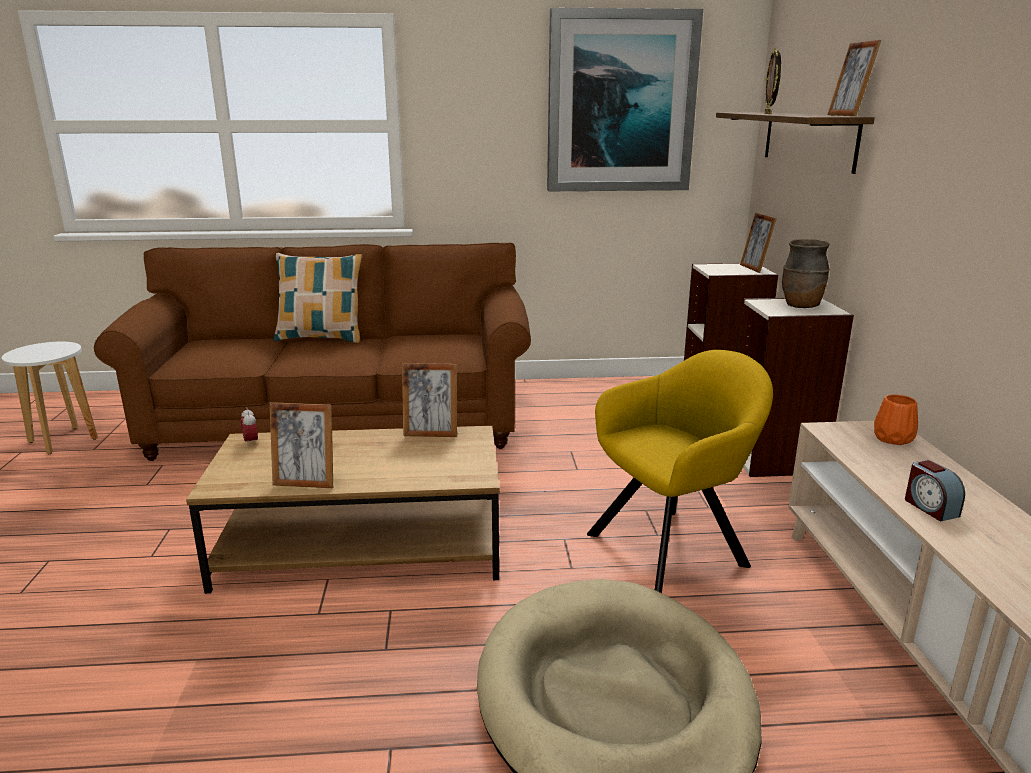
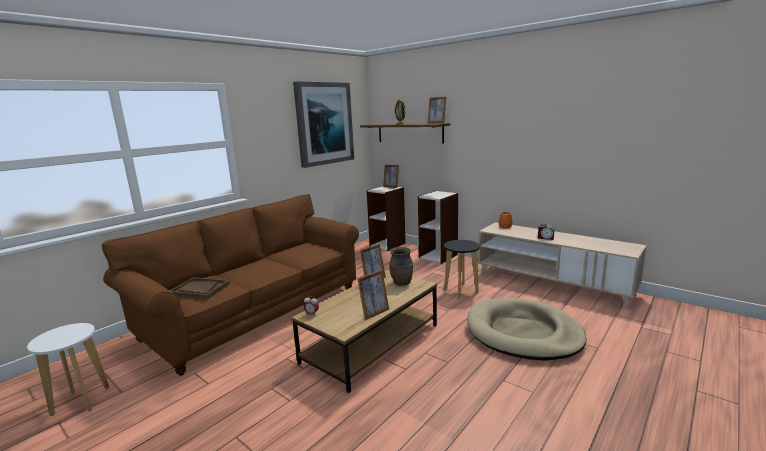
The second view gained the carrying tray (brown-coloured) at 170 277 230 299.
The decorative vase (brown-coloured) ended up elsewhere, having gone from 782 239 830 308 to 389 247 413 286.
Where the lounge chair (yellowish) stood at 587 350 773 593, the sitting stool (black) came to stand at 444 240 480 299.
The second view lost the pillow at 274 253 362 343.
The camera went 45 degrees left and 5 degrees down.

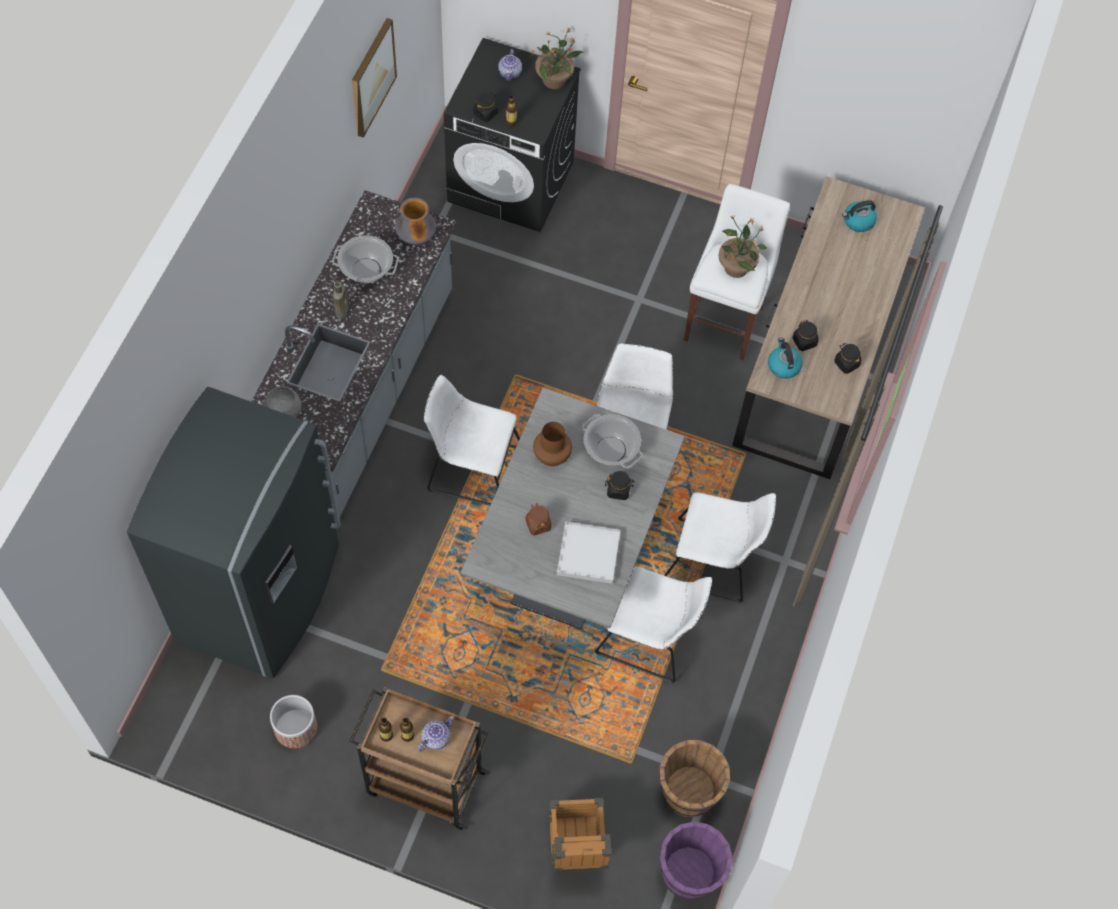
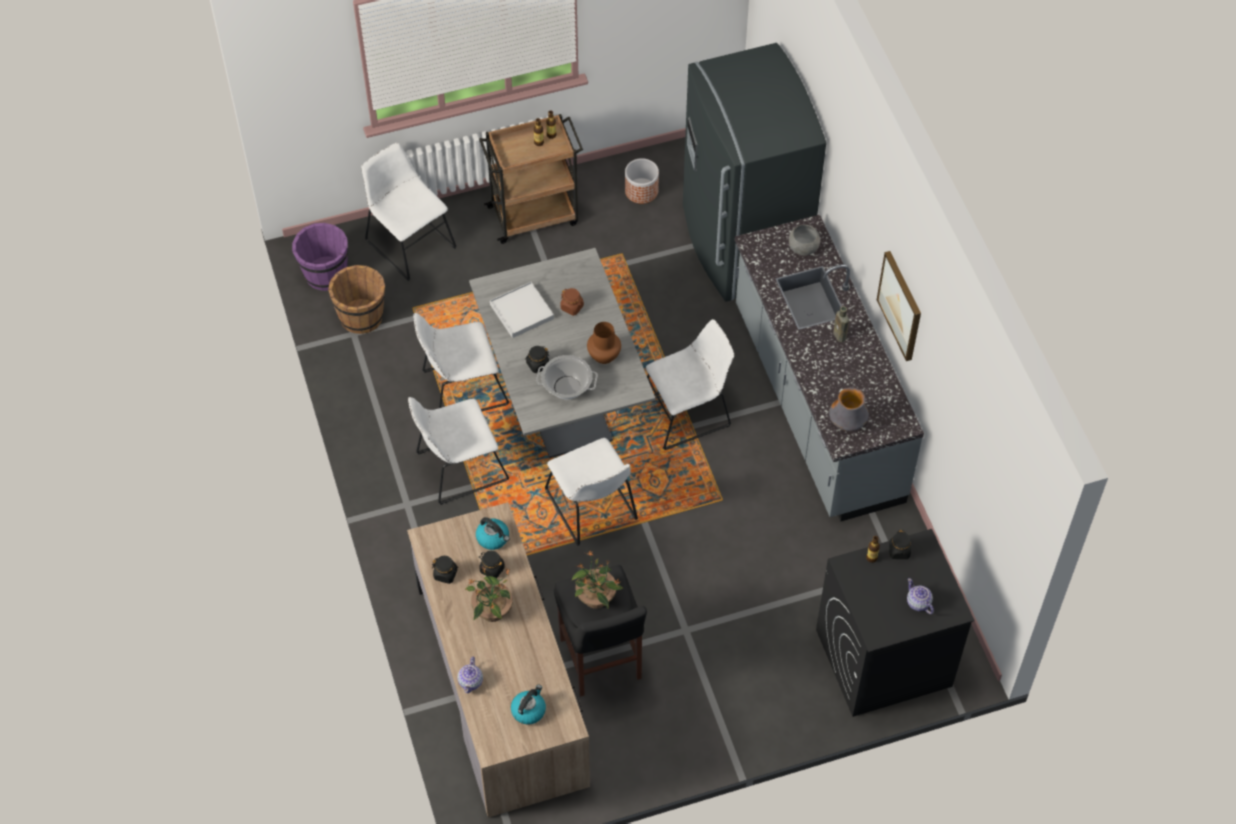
Where the crate stood at 548 798 612 871, the chair (white) came to stand at 361 143 457 281.
The tea pot ended up elsewhere, having gone from 417 716 454 752 to 458 657 483 693.
The plant in a pot ended up elsewhere, having gone from 529 27 584 89 to 465 566 513 622.
What was the sitting stool (white) at 684 184 790 360 turned into the sitting stool (black) at 554 565 647 697.
The wall picture ended up elsewhere, having gone from 352 18 397 138 to 877 251 921 361.
The second view lost the stockpot at 332 235 399 283.
The camera went 145 degrees right and 5 degrees down.

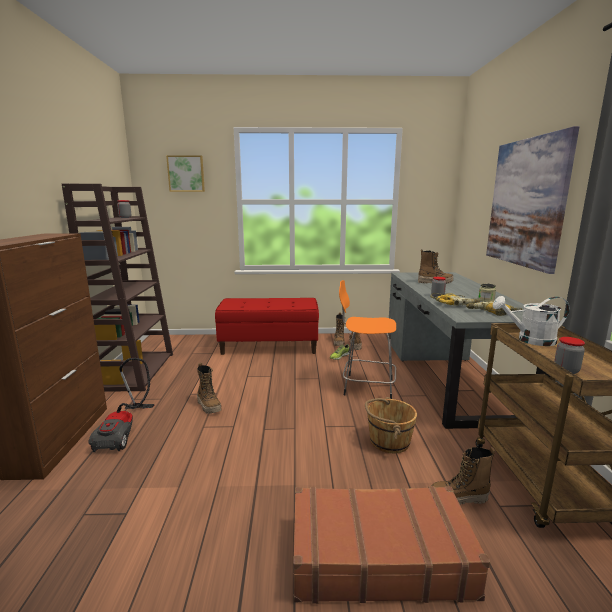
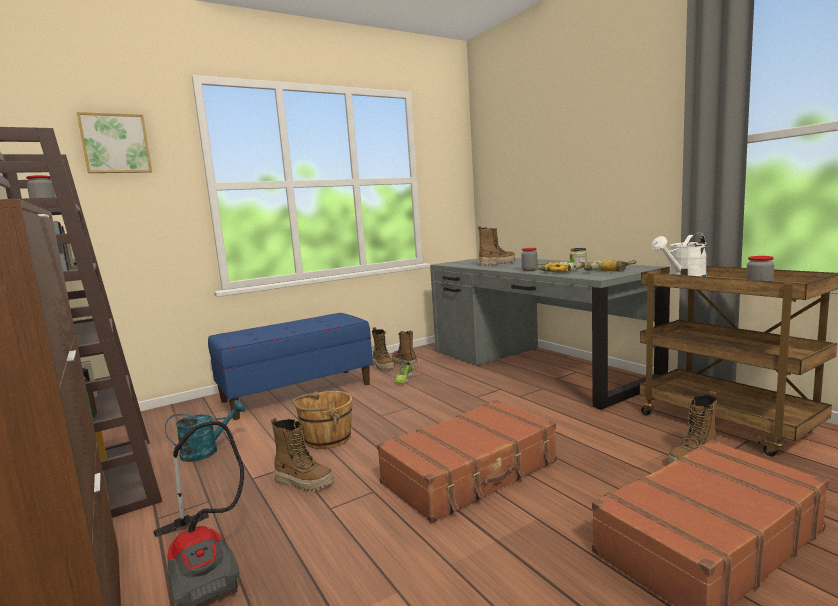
The second view gained the watering pot (blue-green) at 165 400 245 462.
What was the long seat (reddish) at 215 298 319 355 turned into the long seat (blue-coloured) at 208 313 373 420.
The water bucket (brown-coloured) ended up elsewhere, having gone from 365 397 417 453 to 292 391 353 449.
The second view gained the suitcase (brown-coloured) at 377 400 557 523.
The second view lost the sitting stool (orangey) at 339 280 396 399.
The second view lost the wall picture at 486 126 579 274.
The camera went 30 degrees left and 5 degrees down.

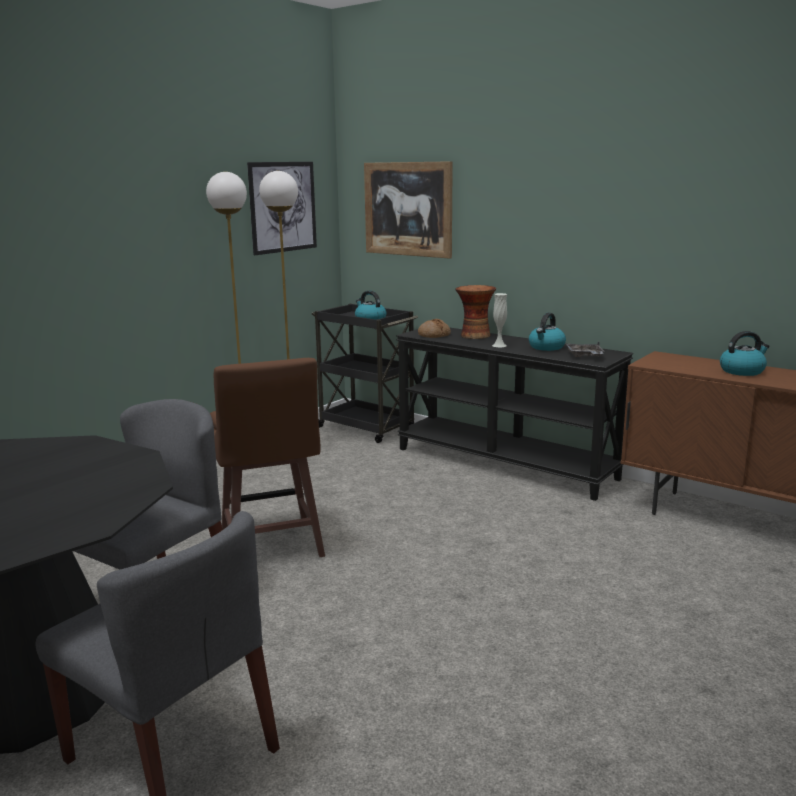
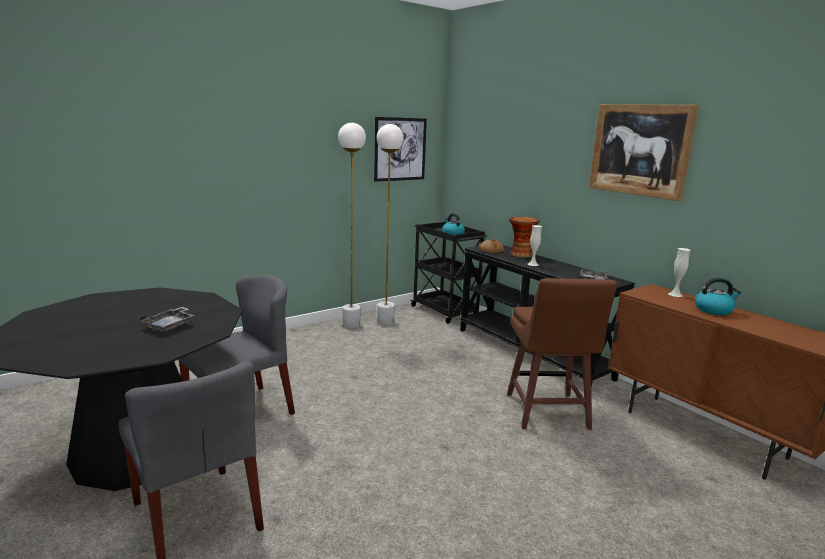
The second view gained the carrying tray (gray) at 140 307 195 331.
The sitting stool (brown-coloured) ended up elsewhere, having gone from 210 358 325 557 to 507 278 617 430.
The wall picture ended up elsewhere, having gone from 364 161 453 259 to 589 104 699 201.
The second view gained the decorative vase (white) at 669 248 691 297.
The second view lost the water kettle at 529 313 566 351.
The camera went 15 degrees right and 0 degrees up.

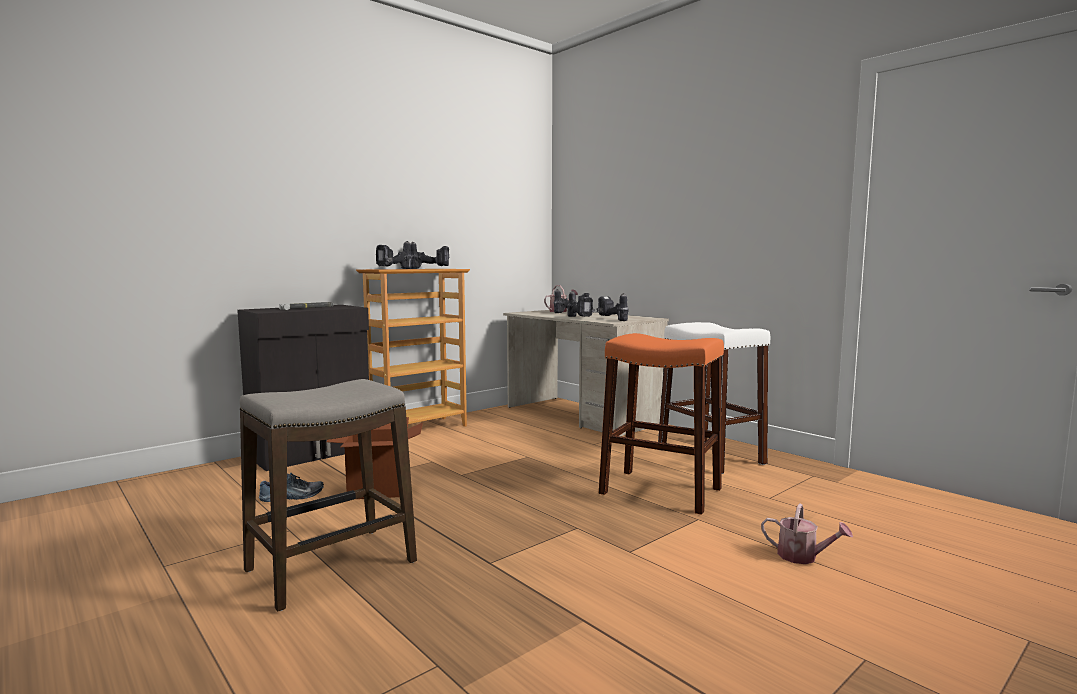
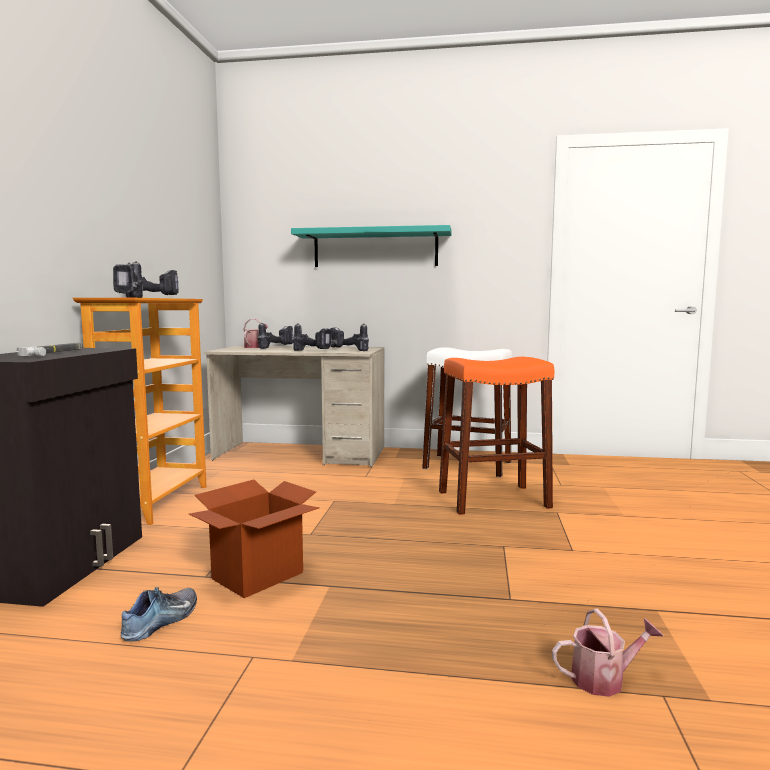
The second view gained the wall shelf (blue-green) at 291 225 452 267.
The watering pot ended up elsewhere, having gone from 761 503 853 564 to 552 609 664 697.
The second view lost the sitting stool at 240 379 417 611.
The camera went 40 degrees left and 0 degrees up.

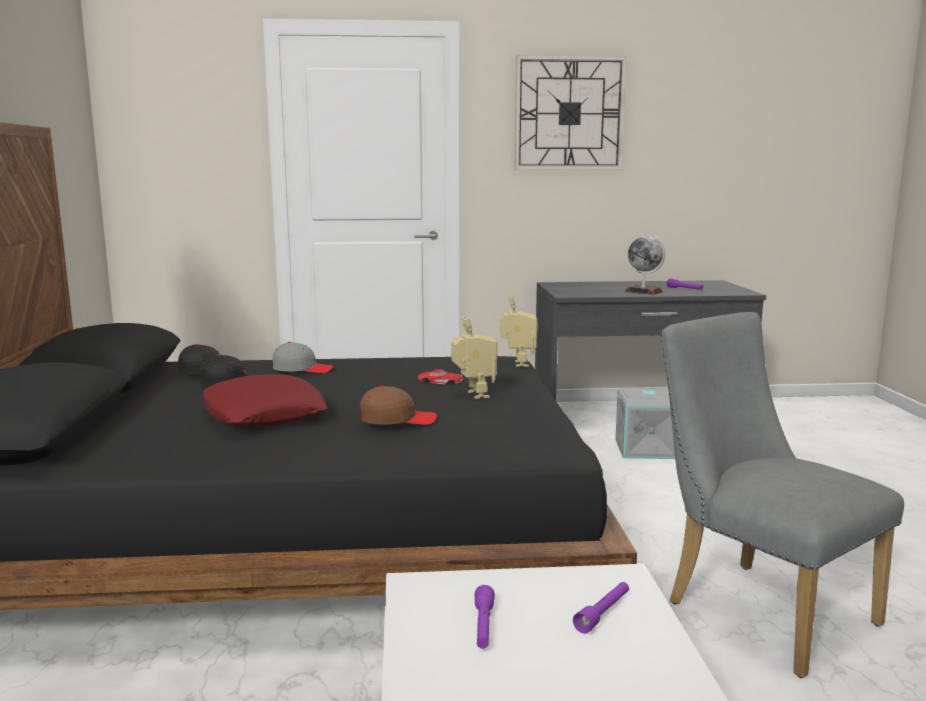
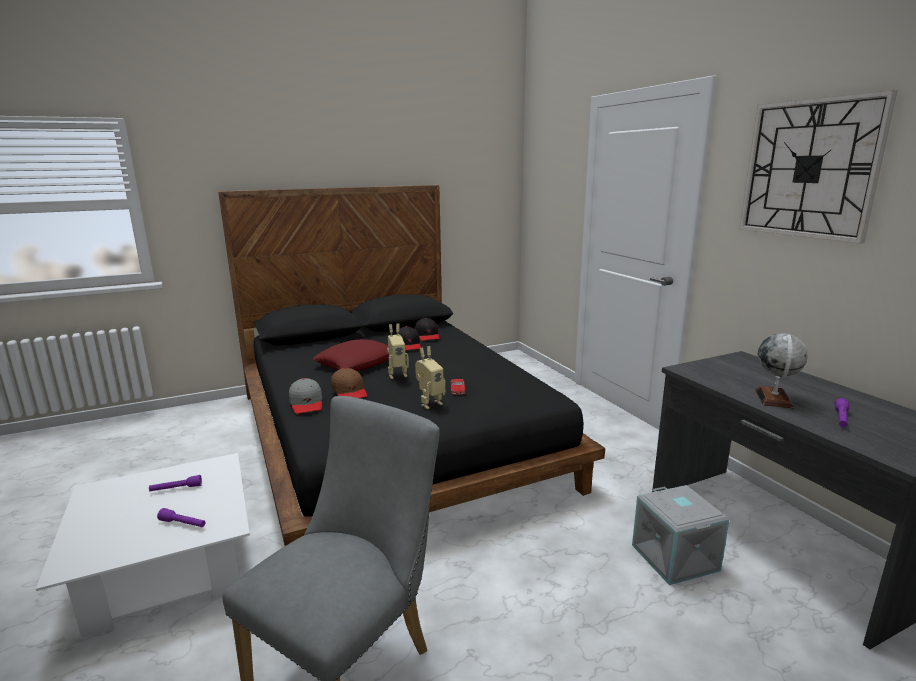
The baseball cap (gray) ended up elsewhere, having gone from 272 342 333 373 to 289 378 322 414.
The model robot ended up elsewhere, having gone from 499 296 537 367 to 387 324 409 379.
The camera went 70 degrees right and 5 degrees up.

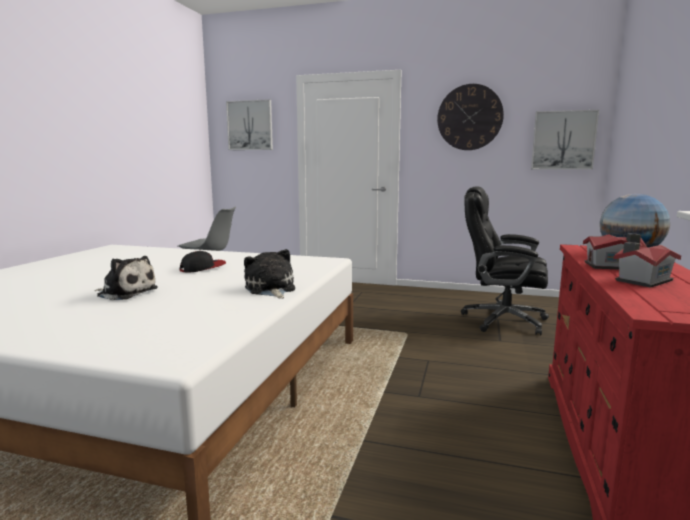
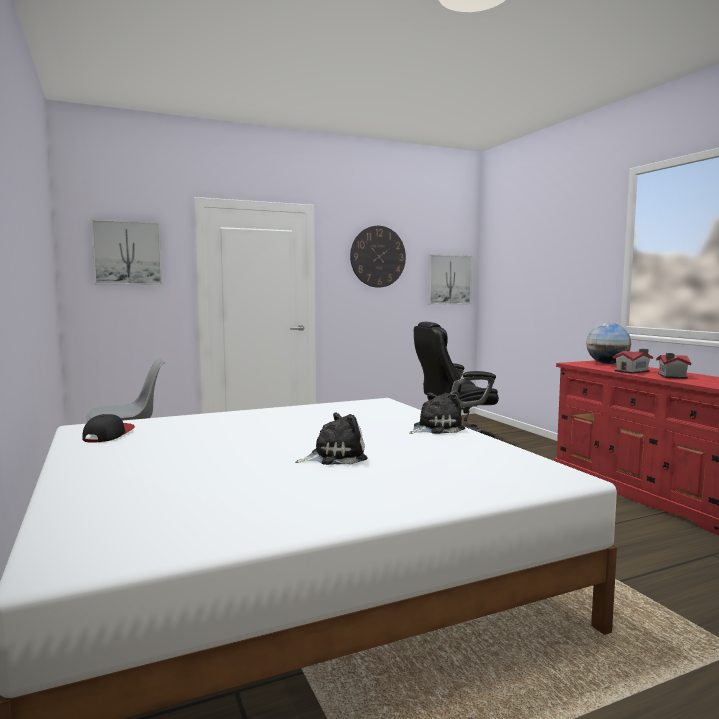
The baseball cap ended up elsewhere, having gone from 179 251 226 273 to 82 414 135 442.
The soft toy at 244 249 295 299 ended up facing another way, 120 degrees clockwise from before.
The camera went 40 degrees left and 5 degrees down.

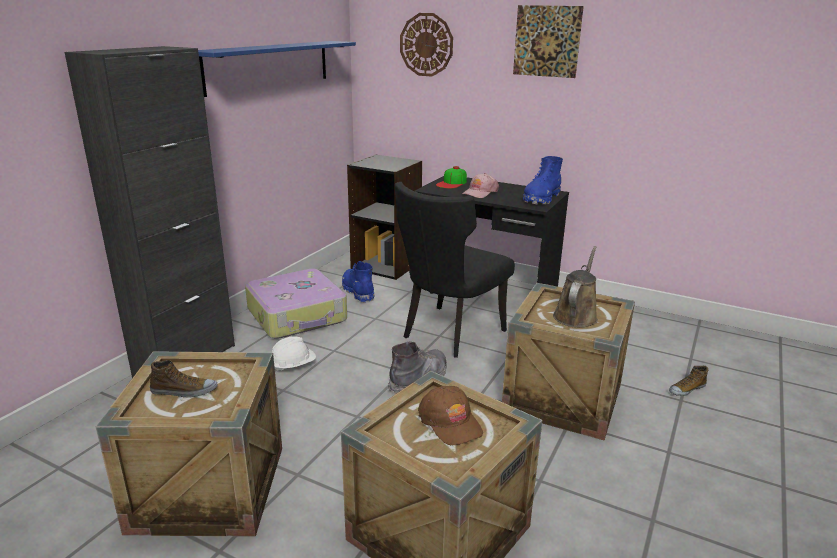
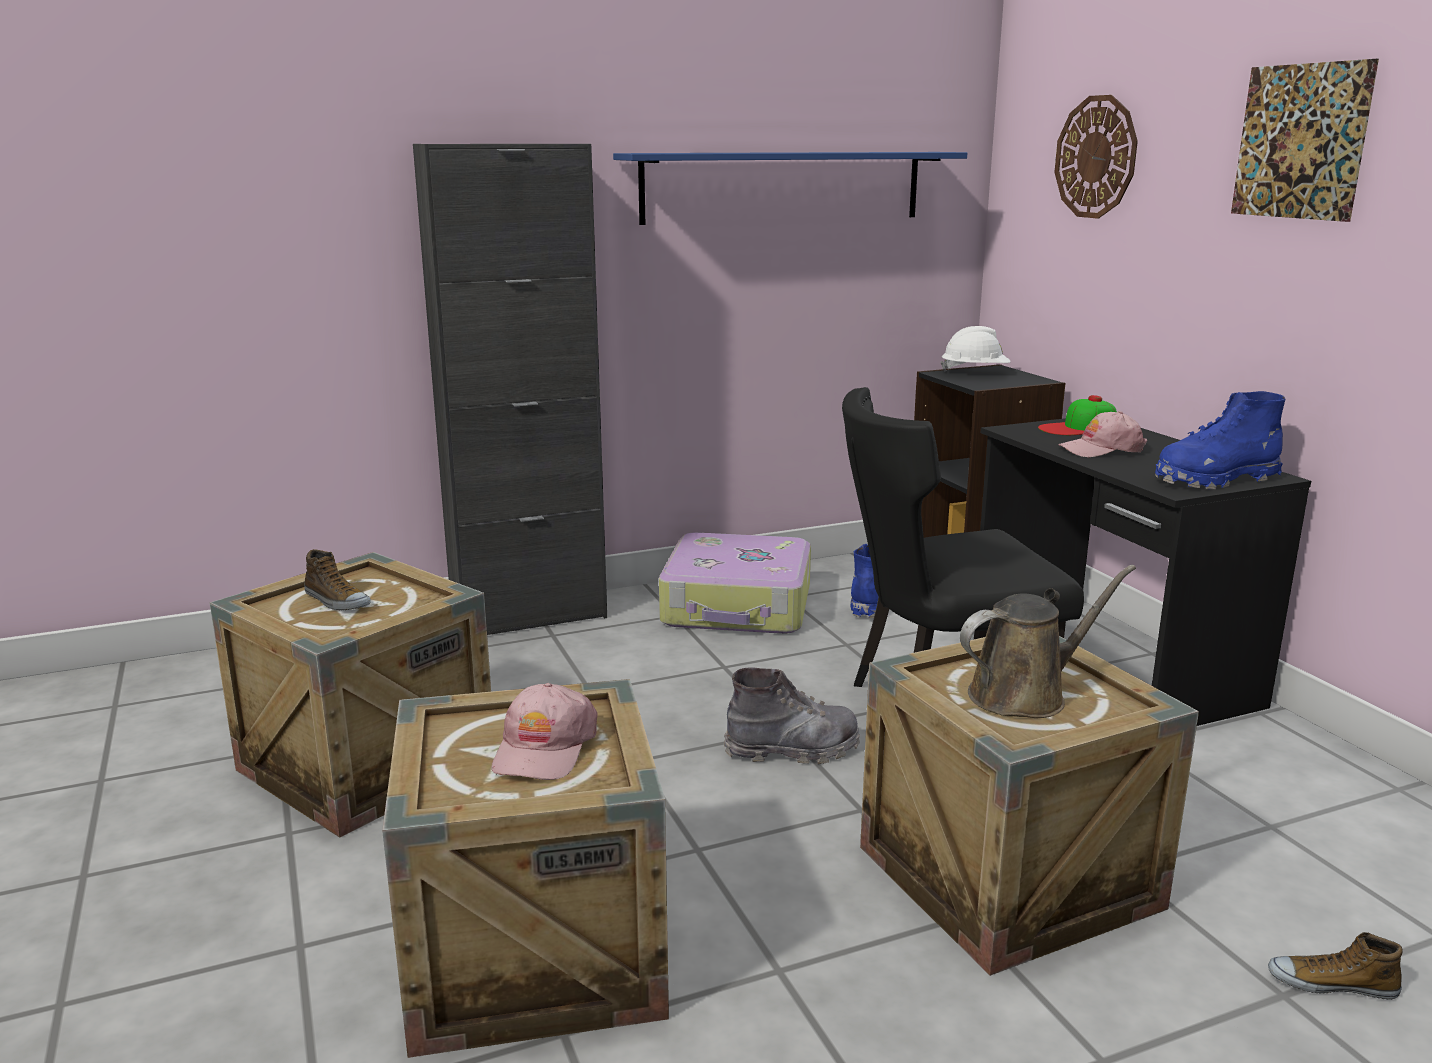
What was the baseball cap (brown-coloured) at 418 386 483 446 turned into the baseball cap (pinkish) at 492 683 597 780.
The work helmet (white) ended up elsewhere, having gone from 272 336 316 372 to 941 326 1011 372.
The camera went 40 degrees right and 5 degrees down.

